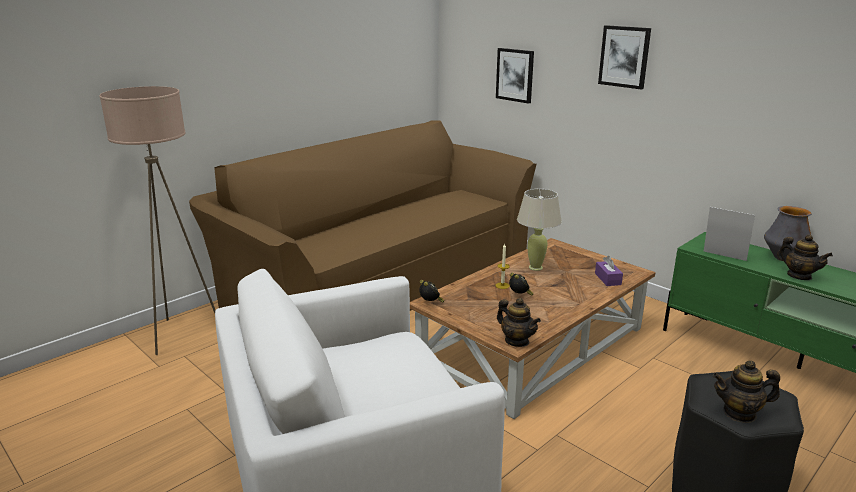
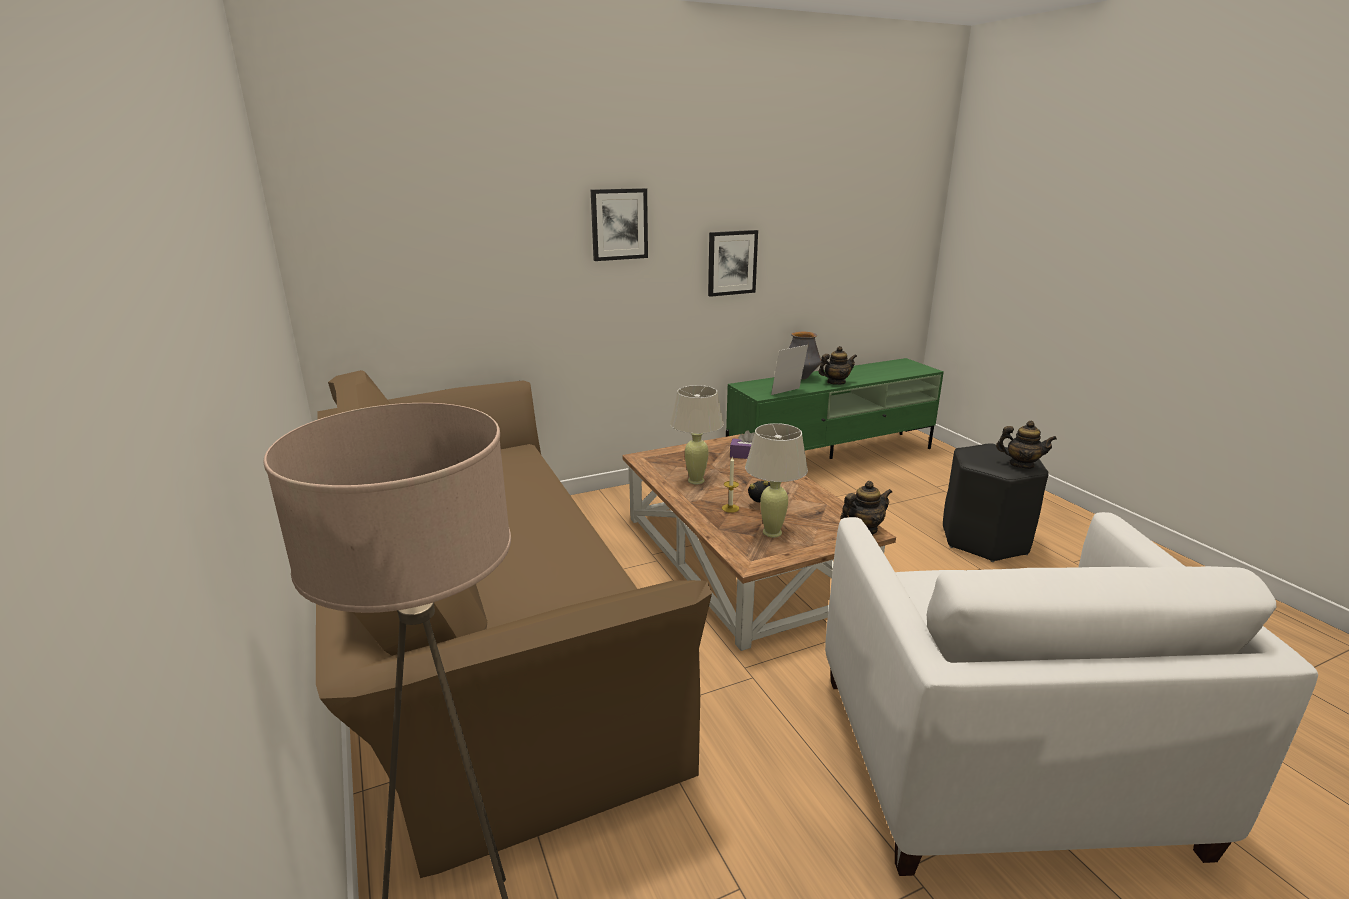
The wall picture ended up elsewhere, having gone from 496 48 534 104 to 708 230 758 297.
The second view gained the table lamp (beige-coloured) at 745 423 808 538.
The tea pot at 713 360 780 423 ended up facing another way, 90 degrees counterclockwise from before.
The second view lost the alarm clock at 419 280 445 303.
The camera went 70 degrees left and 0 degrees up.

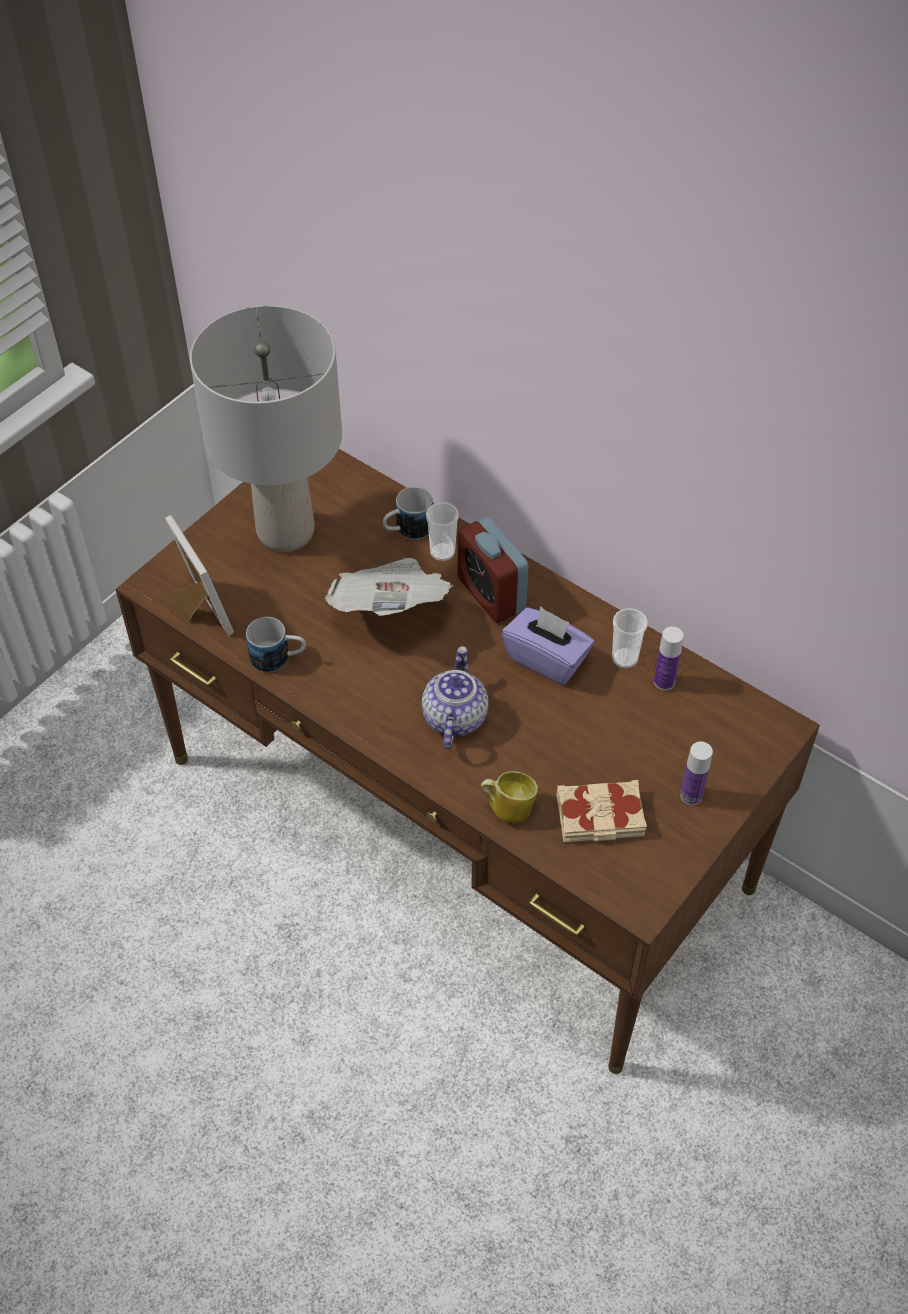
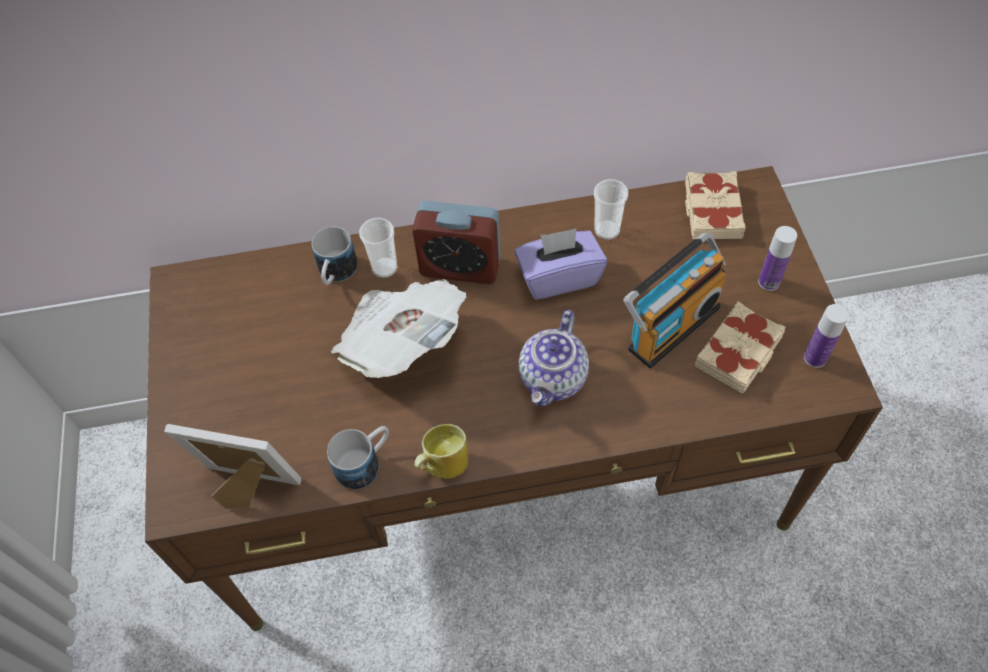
The mug ended up elsewhere, having gone from 481 771 538 823 to 414 424 468 479.
The tea pot at 422 646 489 749 ended up facing another way, 120 degrees counterclockwise from before.
The second view gained the radio receiver at 623 233 726 368.
The second view gained the book (beige-coloured) at 685 171 746 239.
The bottle ended up elsewhere, having gone from 654 627 684 690 to 804 304 849 368.
The second view lost the table lamp (gray) at 190 305 342 552.
The camera went 45 degrees left and 5 degrees up.

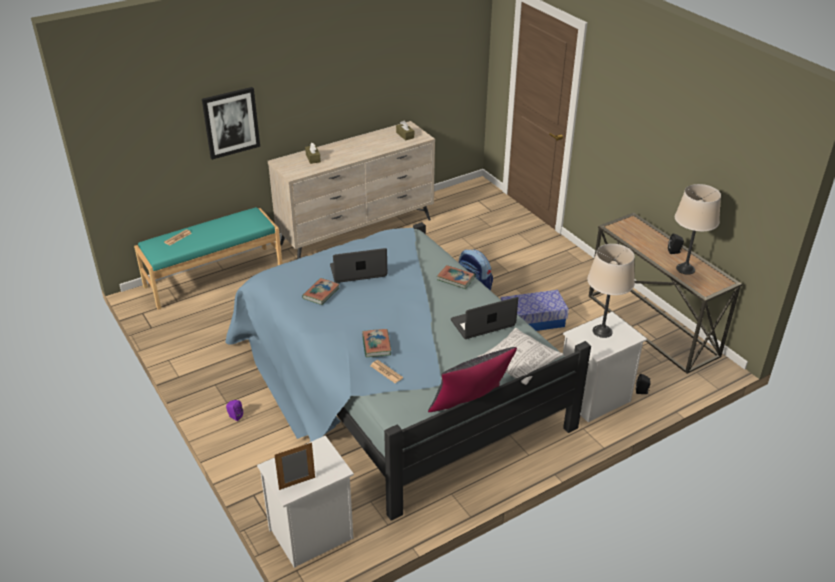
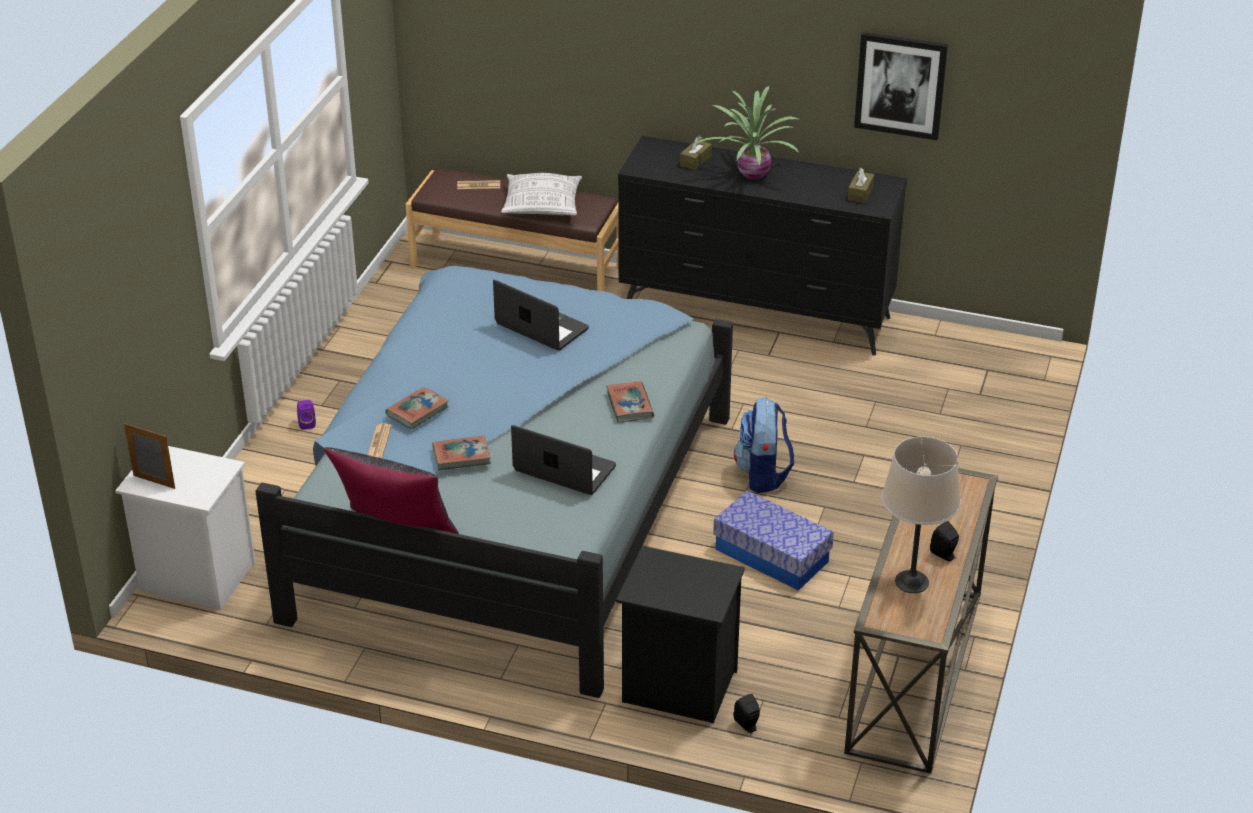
What was the long seat (blue-green) at 134 207 282 310 turned into the long seat (brown-coloured) at 406 168 619 291.
The book ended up elsewhere, having gone from 302 278 340 305 to 432 436 491 470.
The pillow ended up elsewhere, having gone from 478 328 564 385 to 501 173 582 216.
What was the bedside table (white) at 563 312 647 422 turned into the bedside table (black) at 616 546 745 723.
What was the drawer chest (beige-coloured) at 268 121 435 259 turned into the drawer chest (black) at 618 136 907 356.
The second view gained the plant in a pot at 696 86 799 179.
The wall picture ended up elsewhere, having gone from 202 87 260 160 to 854 32 948 140.
The second view lost the table lamp (beige-coloured) at 587 244 635 338.
The camera went 50 degrees right and 0 degrees up.

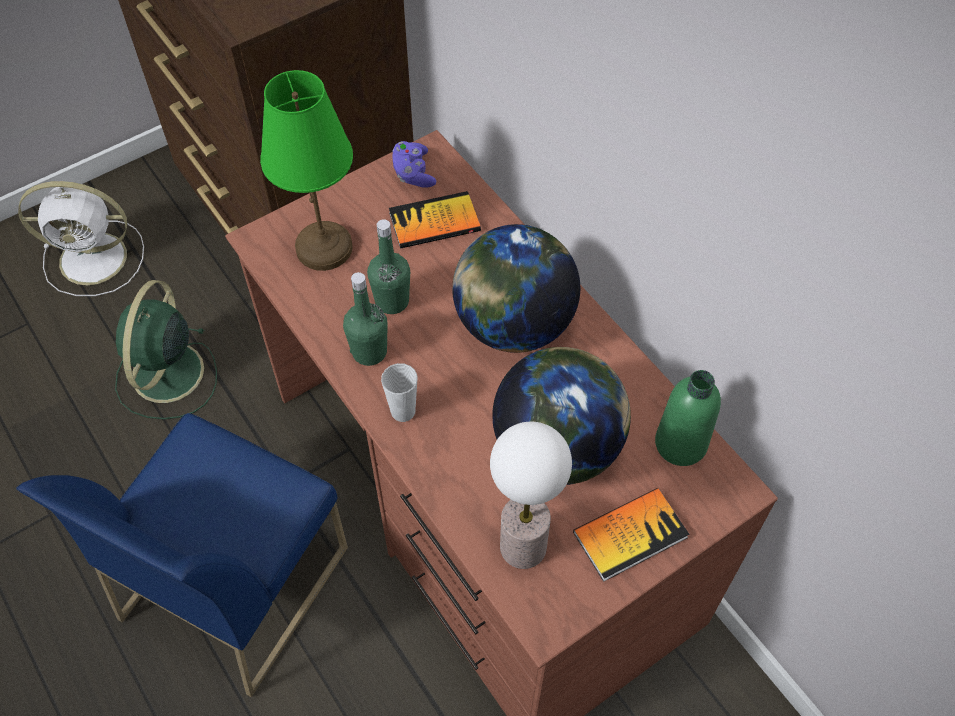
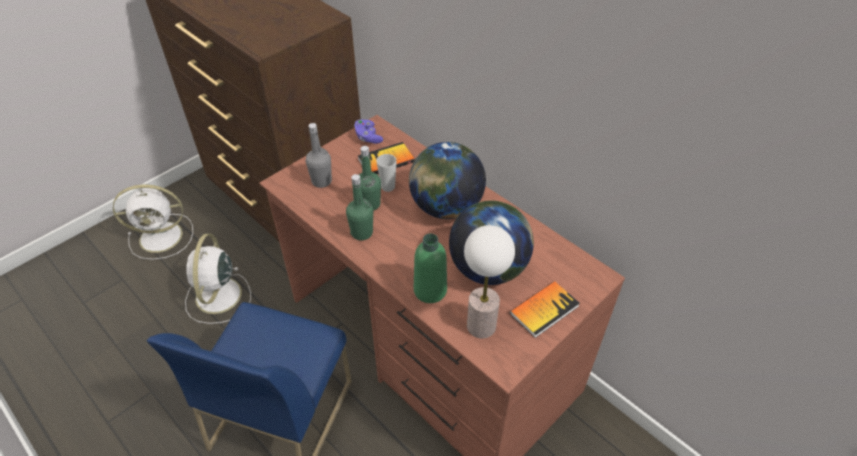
What was the electric fan (green-coloured) at 115 280 217 419 turned into the electric fan (white) at 185 234 251 324.
Where the table lamp (green-coloured) stood at 260 70 353 271, the bottle (gray) came to stand at 306 123 332 188.
The drinking cup ended up elsewhere, having gone from 381 363 418 422 to 376 154 397 192.
The bottle (green-coloured) ended up elsewhere, having gone from 655 370 721 466 to 414 234 447 303.
The camera went 10 degrees left and 10 degrees down.

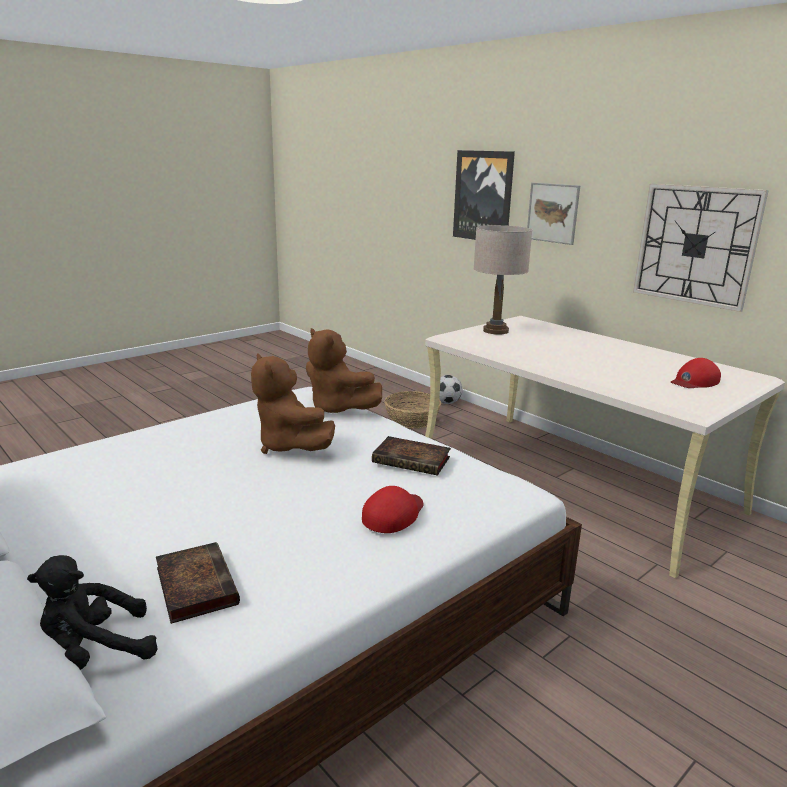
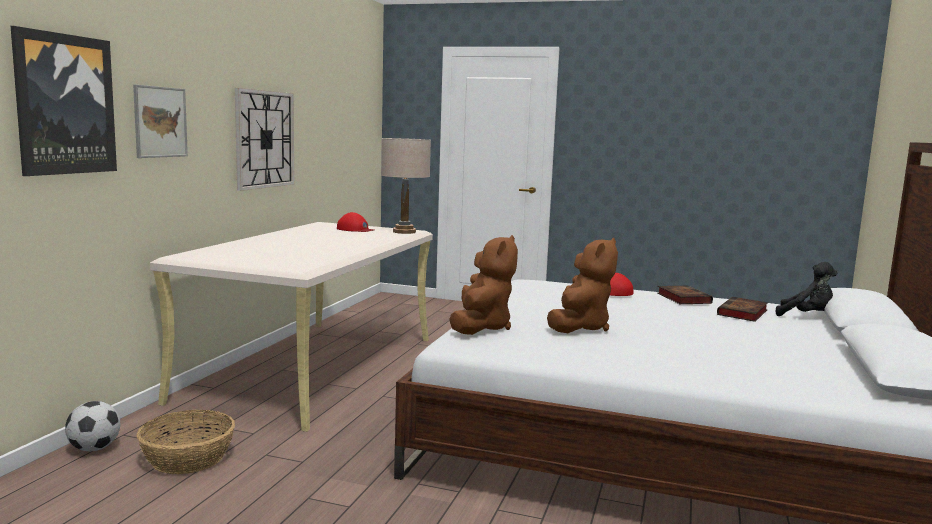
The table lamp (beige-coloured) ended up elsewhere, having gone from 473 225 532 335 to 381 138 431 234.
The book ended up elsewhere, having gone from 372 436 451 476 to 658 286 713 304.
The camera went 120 degrees left and 10 degrees down.

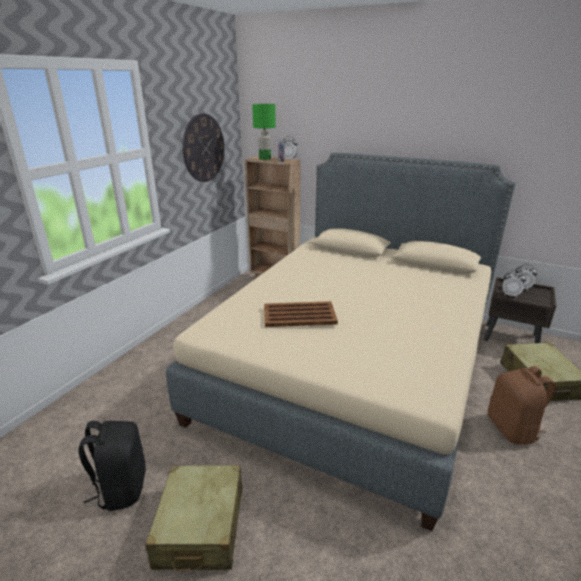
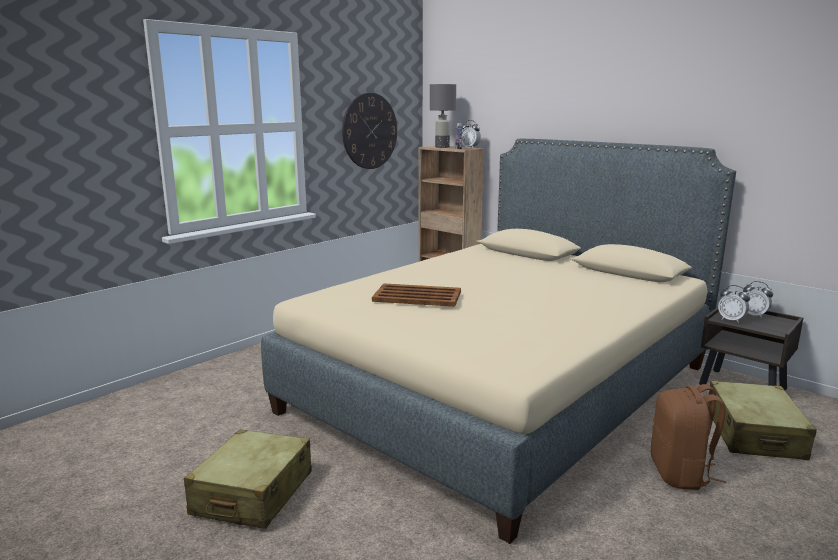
What was the table lamp (green-coloured) at 252 104 276 160 turned into the table lamp (gray) at 430 84 456 148.
The second view lost the backpack (black) at 78 421 146 511.
The camera went 15 degrees right and 10 degrees down.

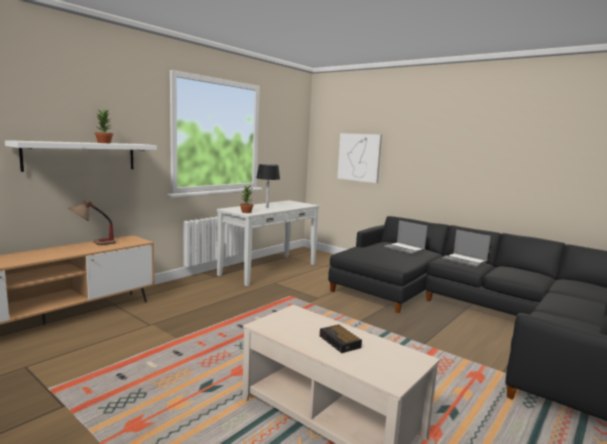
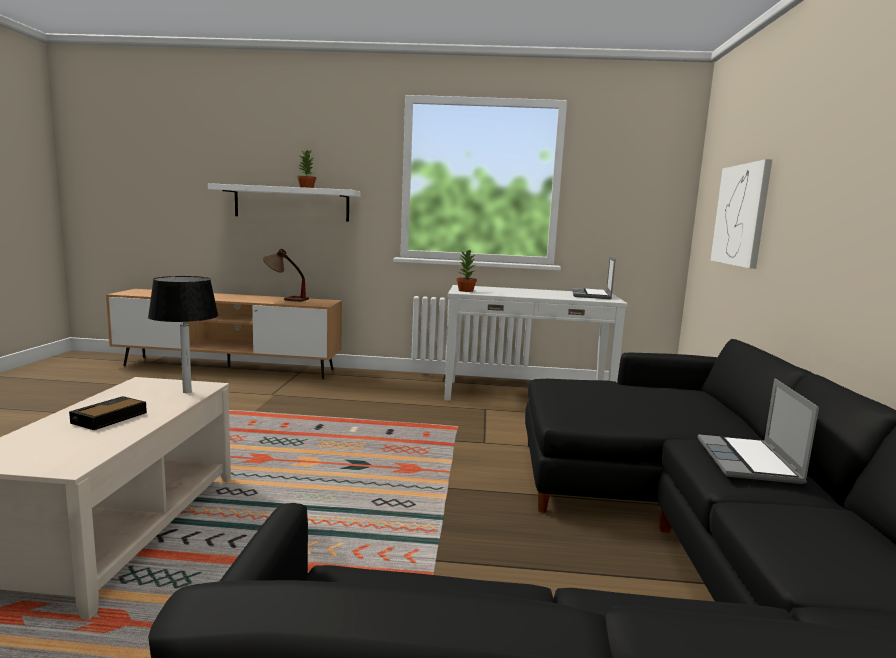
The table lamp (black) ended up elsewhere, having gone from 256 164 280 208 to 148 276 219 393.
The notebook computer ended up elsewhere, having gone from 384 220 427 255 to 572 256 616 299.
The camera went 55 degrees right and 0 degrees up.

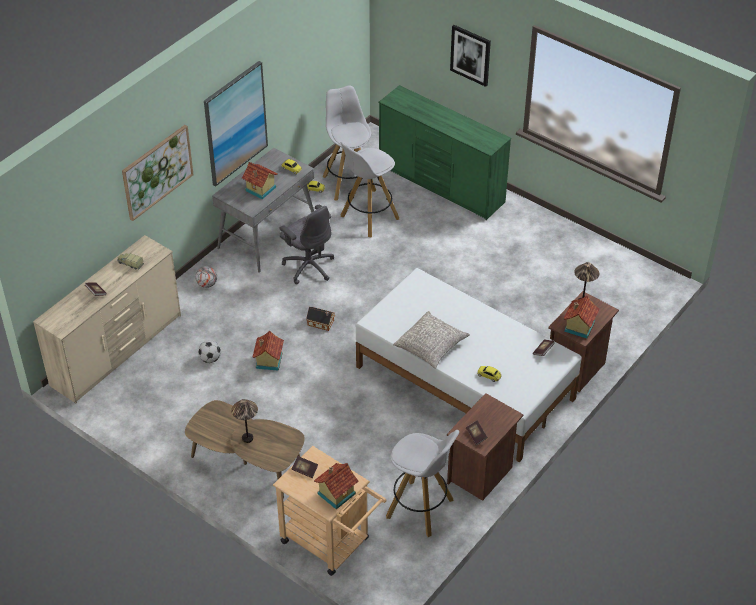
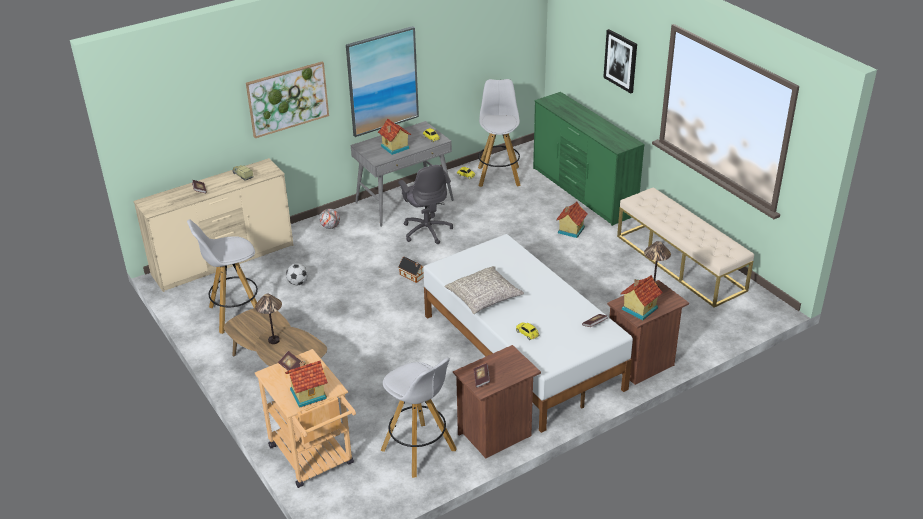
The sitting stool (white) ended up elsewhere, having gone from 341 142 399 237 to 187 219 258 334.
The miniature house ended up elsewhere, having gone from 252 331 284 371 to 556 201 588 238.
The second view gained the long seat (beige-coloured) at 617 187 754 308.
The camera went 20 degrees right and 10 degrees down.

